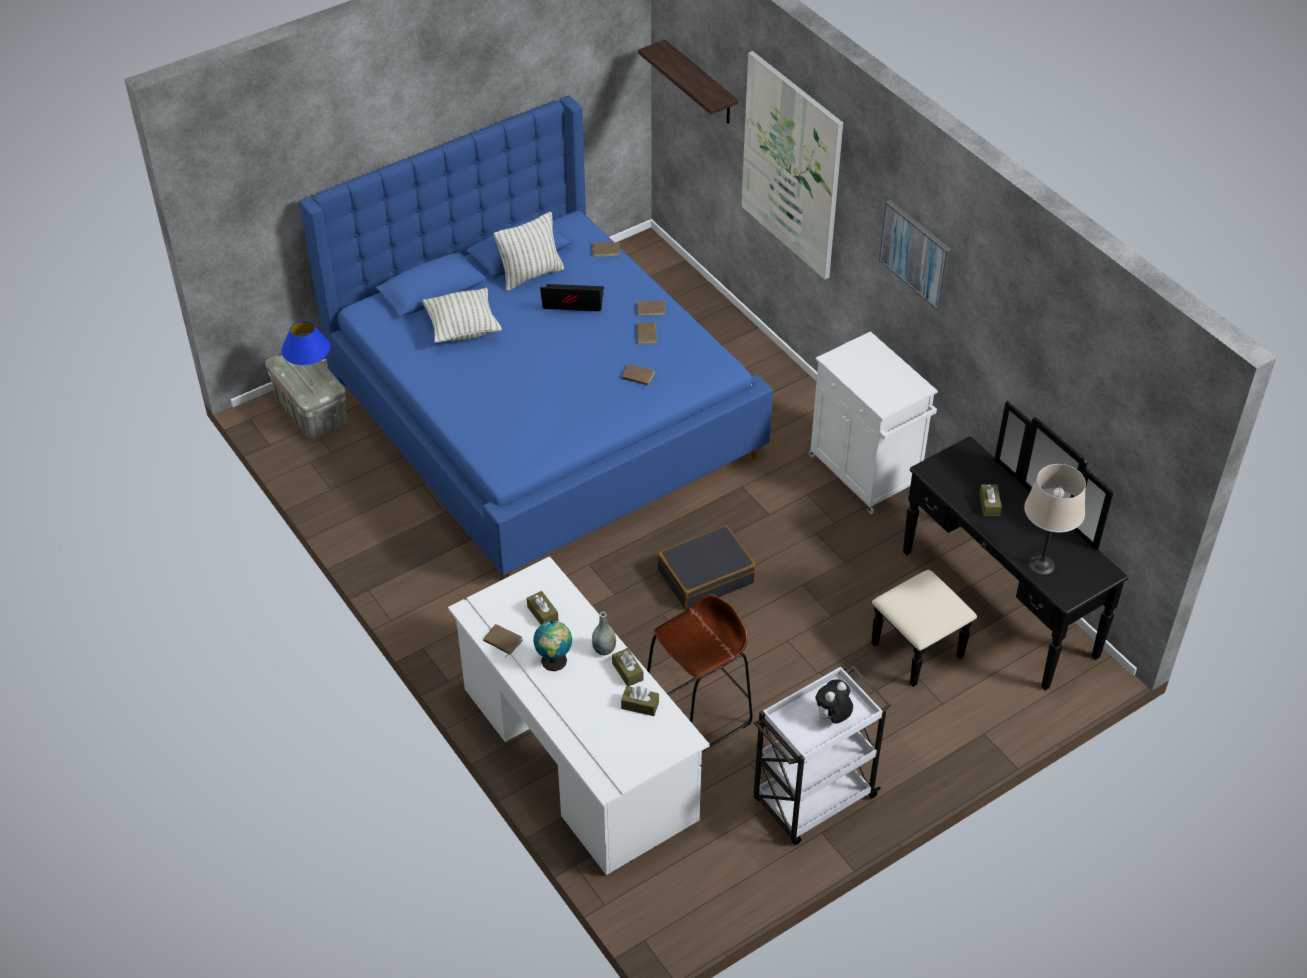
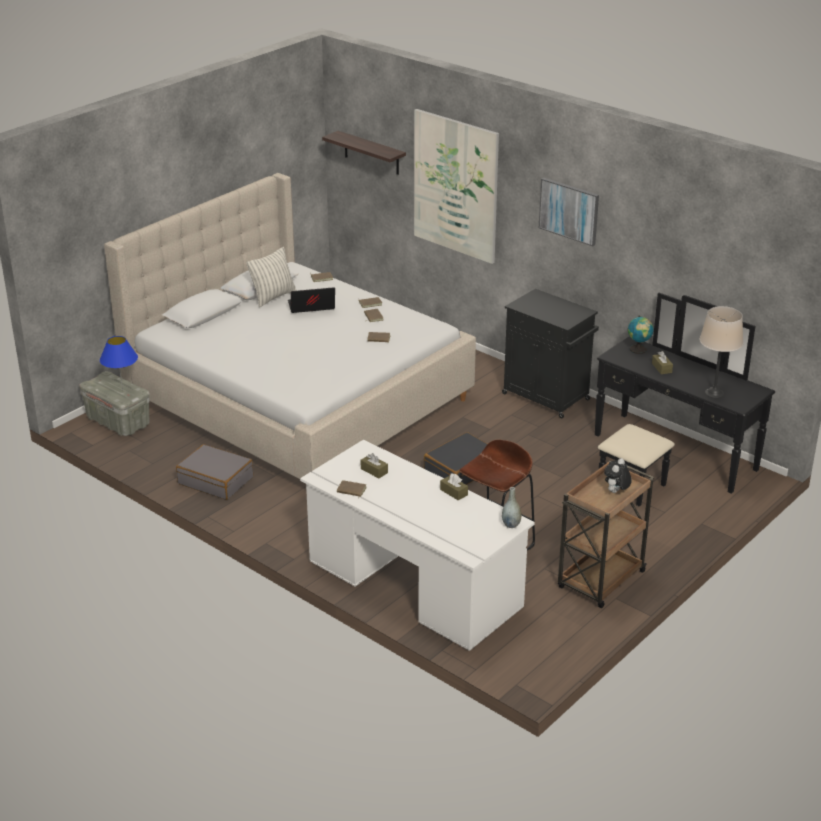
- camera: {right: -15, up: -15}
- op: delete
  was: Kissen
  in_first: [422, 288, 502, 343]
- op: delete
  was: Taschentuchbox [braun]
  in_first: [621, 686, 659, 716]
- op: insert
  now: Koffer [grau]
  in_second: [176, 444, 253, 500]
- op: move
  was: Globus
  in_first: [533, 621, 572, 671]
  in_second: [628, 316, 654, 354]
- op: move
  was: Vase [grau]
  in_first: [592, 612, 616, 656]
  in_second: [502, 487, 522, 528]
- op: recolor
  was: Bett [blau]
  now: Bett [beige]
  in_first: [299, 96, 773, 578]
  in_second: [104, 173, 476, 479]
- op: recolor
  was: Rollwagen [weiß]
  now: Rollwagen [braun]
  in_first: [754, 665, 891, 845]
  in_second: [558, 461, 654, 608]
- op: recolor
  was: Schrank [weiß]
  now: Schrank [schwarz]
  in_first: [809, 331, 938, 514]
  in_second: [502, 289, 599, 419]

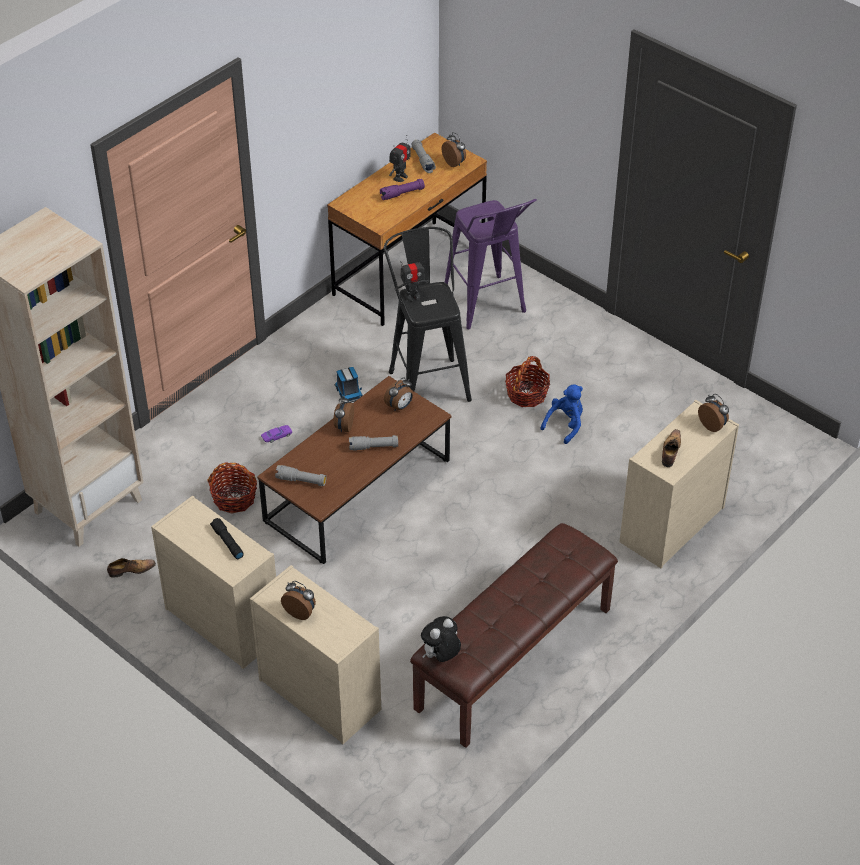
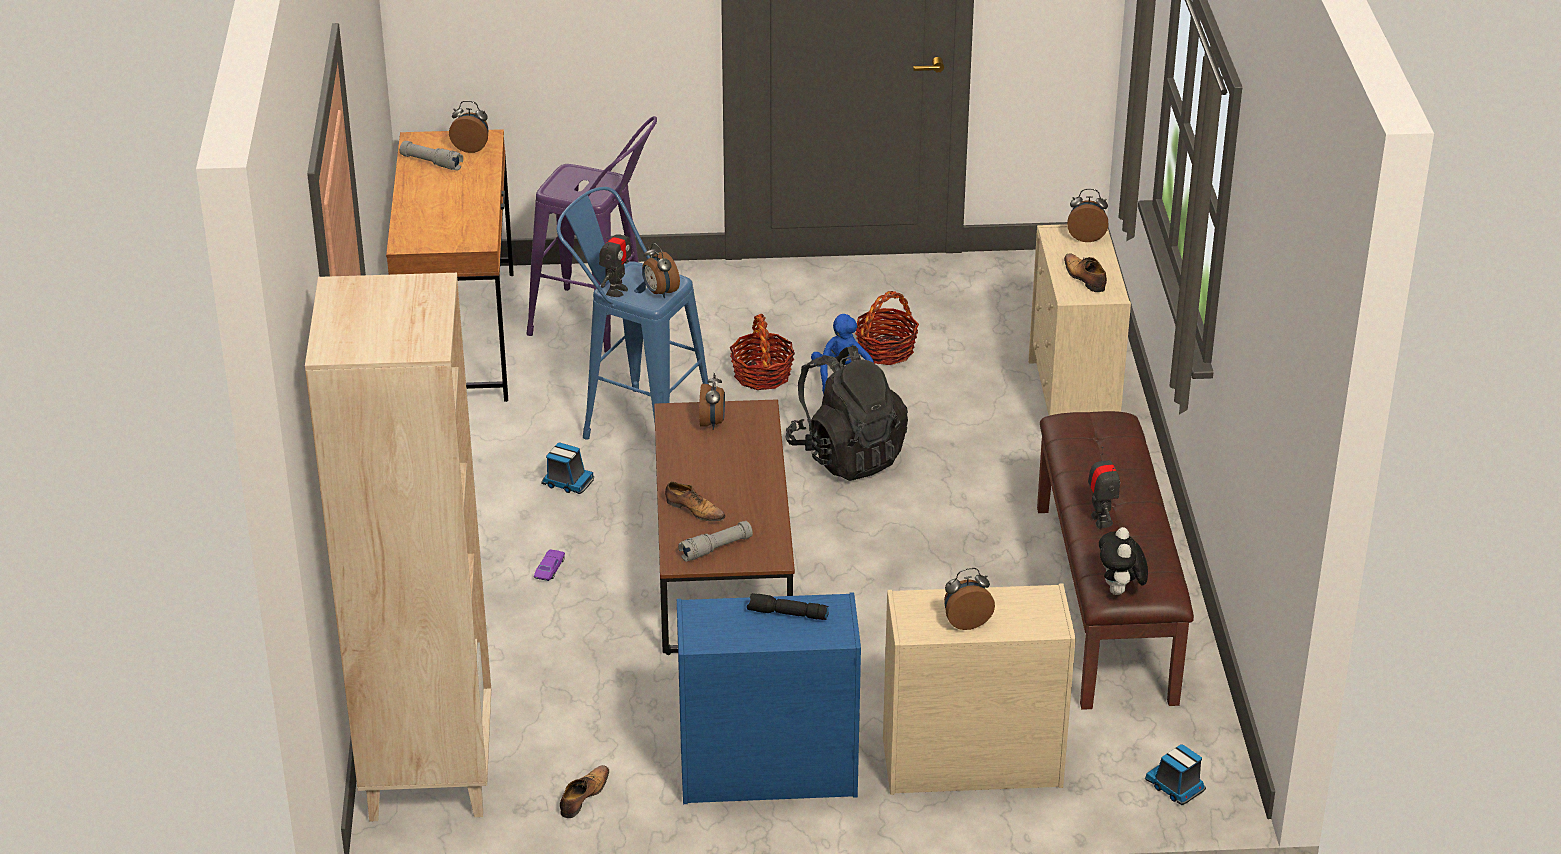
- camera: {right: -45, up: -10}
- op: delete
  was: Taschenlampe [grau]
  in_first: [349, 435, 398, 451]
- op: delete
  was: Taschenlampe [lila]
  in_first: [380, 179, 425, 200]
- op: insert
  now: Schuh
  in_second: [665, 482, 726, 521]
- op: insert
  now: Rucksack [schwarz]
  in_second: [785, 345, 908, 481]
- op: insert
  now: Spielzeuglaster
  in_second: [1145, 744, 1206, 805]
- op: move
  was: Korb
  in_first: [207, 462, 257, 514]
  in_second: [855, 291, 919, 365]
- op: move
  was: Wecker
  in_first: [333, 396, 354, 433]
  in_second: [642, 243, 680, 298]
- op: move
  was: Spielzeugroboter
  in_first: [389, 135, 411, 182]
  in_second: [1088, 446, 1120, 529]
- op: recolor
  was: Kommode [beige]
  now: Kommode [blau]
  in_first: [151, 495, 276, 669]
  in_second: [677, 592, 861, 804]
- op: recolor
  was: Hocker [schwarz]
  now: Hocker [blau]
  in_first: [384, 227, 472, 402]
  in_second: [557, 187, 709, 439]

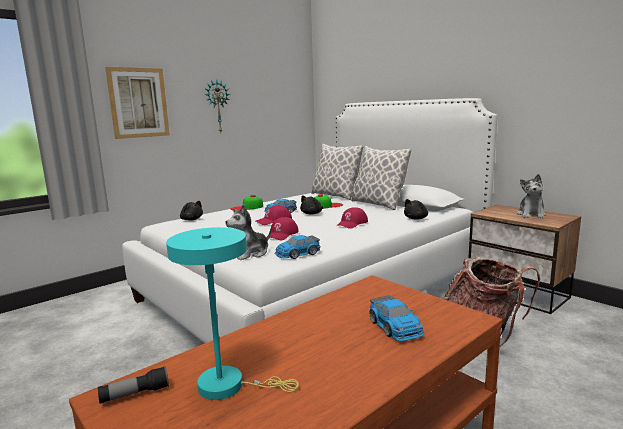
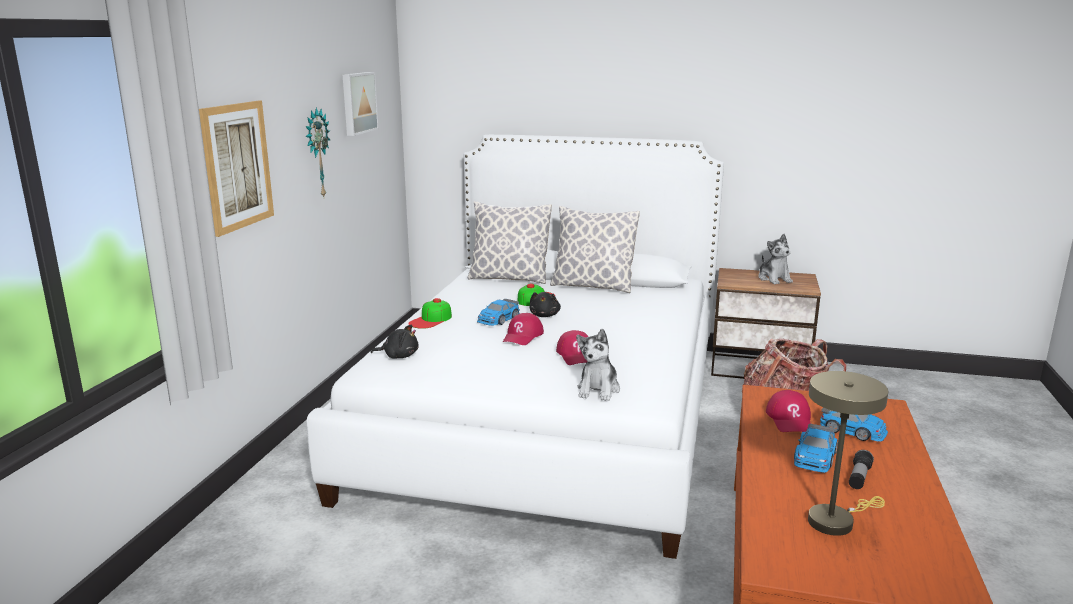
- camera: {right: -35, up: 5}
- op: delete
  was: Plüschtier [schwarz]
  in_first: [404, 199, 428, 220]
- op: insert
  now: Bild
  in_second: [343, 72, 379, 136]
- op: move
  was: Taschenlampe
  in_first: [98, 366, 169, 404]
  in_second: [849, 450, 874, 489]
- op: move
  was: Spielzeugauto
  in_first: [274, 235, 320, 259]
  in_second: [794, 424, 838, 473]
- op: move
  was: Kappe [rot]
  in_first: [336, 207, 368, 229]
  in_second: [766, 390, 811, 432]
- op: recolor
  was: Tischlampe [türkis]
  now: Tischlampe [beige]
  in_first: [166, 227, 299, 400]
  in_second: [808, 371, 888, 536]

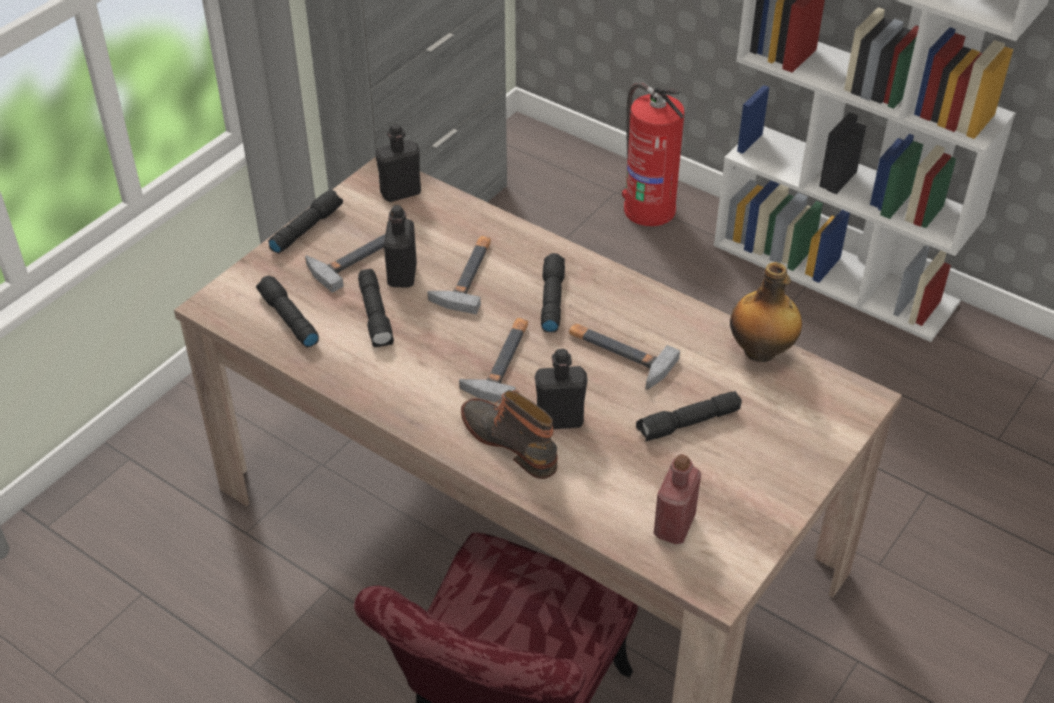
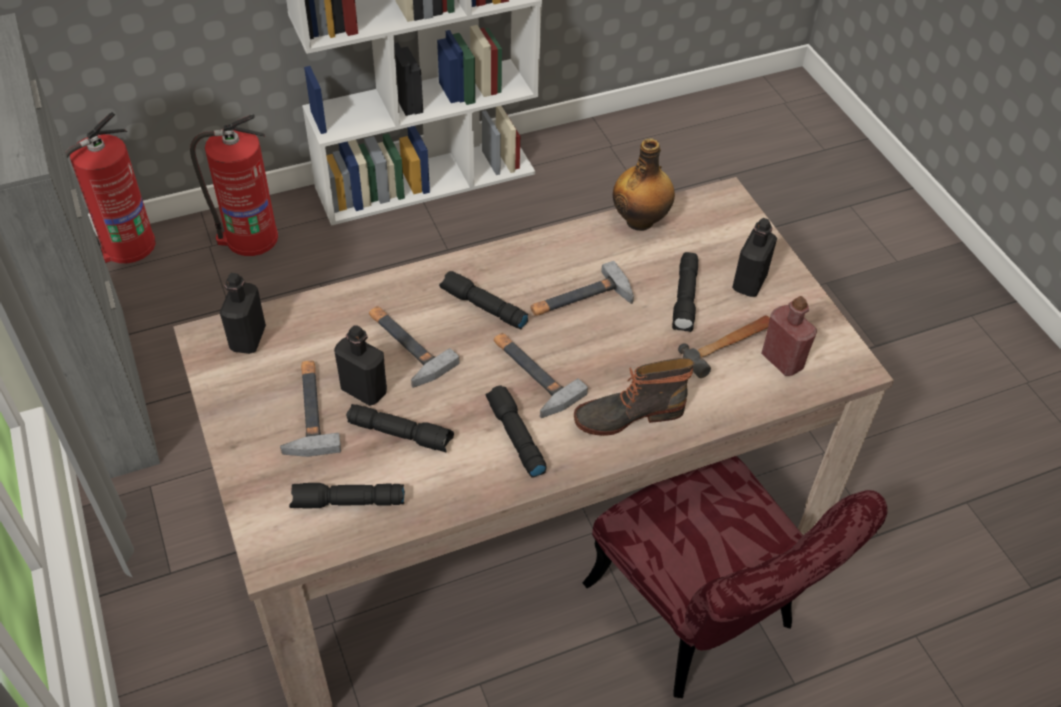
- camera: {right: -60, up: 5}
- op: insert
  now: Feuerlöscher
  in_second: [65, 112, 156, 263]
- op: insert
  now: Hammer
  in_second: [678, 315, 770, 378]
- op: move
  was: Taschenlampe [schwarz]
  in_first: [268, 190, 343, 254]
  in_second: [486, 385, 547, 478]
- op: move
  was: Flasche [schwarz]
  in_first: [535, 349, 588, 429]
  in_second: [732, 218, 777, 297]

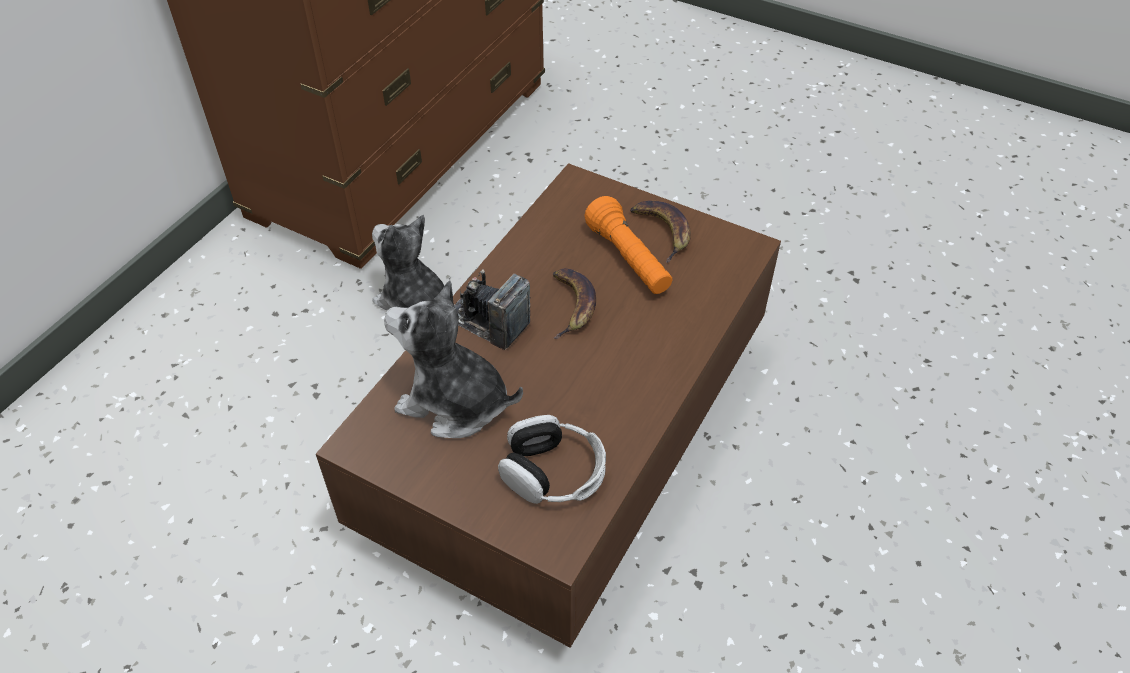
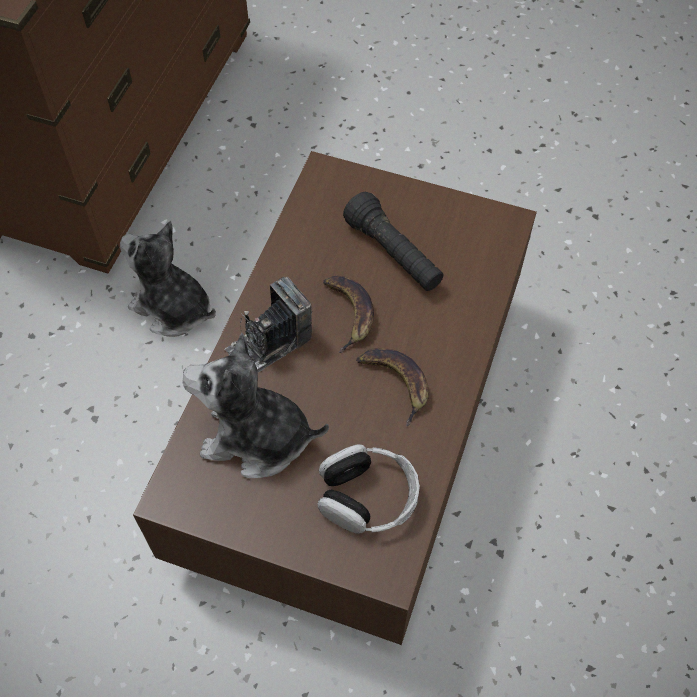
- camera: {right: -10, up: 10}
- op: move
  was: Banane
  in_first: [630, 201, 691, 263]
  in_second: [356, 348, 429, 426]
- op: recolor
  was: Taschenlampe [orange]
  now: Taschenlampe [schwarz]
  in_first: [584, 196, 672, 294]
  in_second: [343, 192, 443, 291]
- op: rotate
  was: Kamera
  in_first: [454, 267, 530, 350]
  in_second: [224, 277, 312, 373]
  clockwise: -60

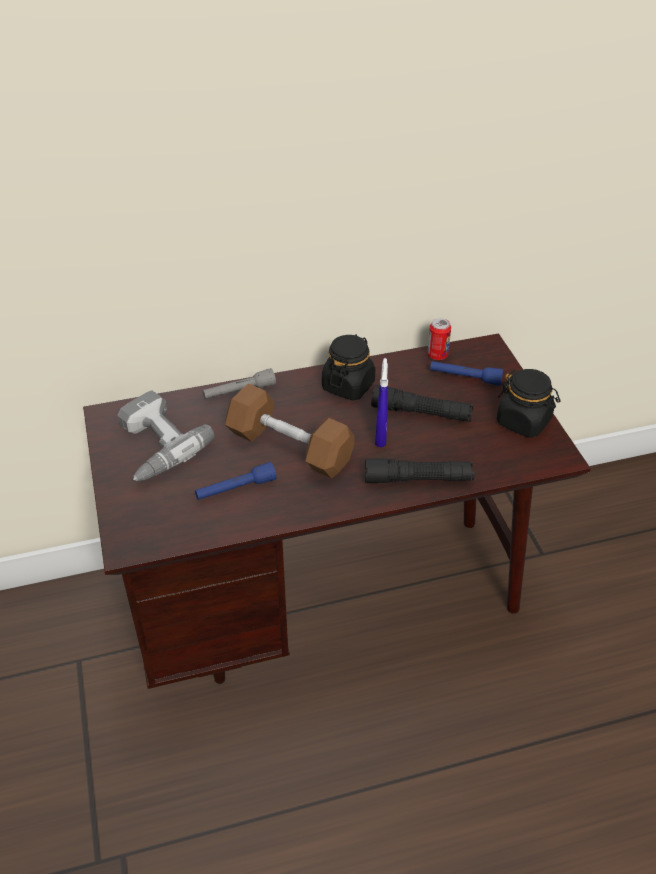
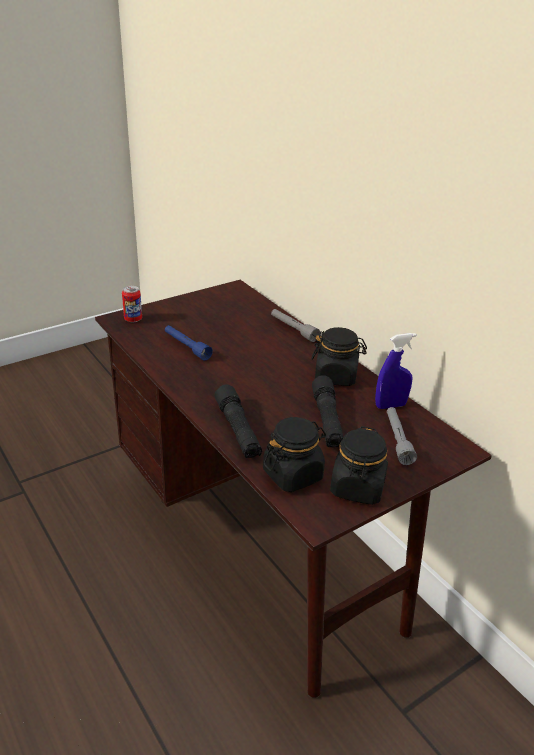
- camera: {right: 70, up: -10}
- op: delete
  was: Bohrmaschine
  in_first: [118, 391, 214, 481]
- op: delete
  was: Hantel [braun]
  in_first: [225, 383, 355, 478]
- op: insert
  now: Vorratsglas [schwarz]
  in_second: [263, 417, 326, 492]
- op: move
  was: Sprühflasche [blau]
  in_first: [375, 358, 388, 447]
  in_second: [375, 333, 416, 409]
- op: move
  was: Dose
  in_first: [427, 318, 451, 360]
  in_second: [122, 286, 142, 322]
- op: recolor
  was: Taschenlampe [blau]
  now: Taschenlampe [grau]
  in_first: [430, 361, 503, 386]
  in_second: [387, 407, 417, 465]

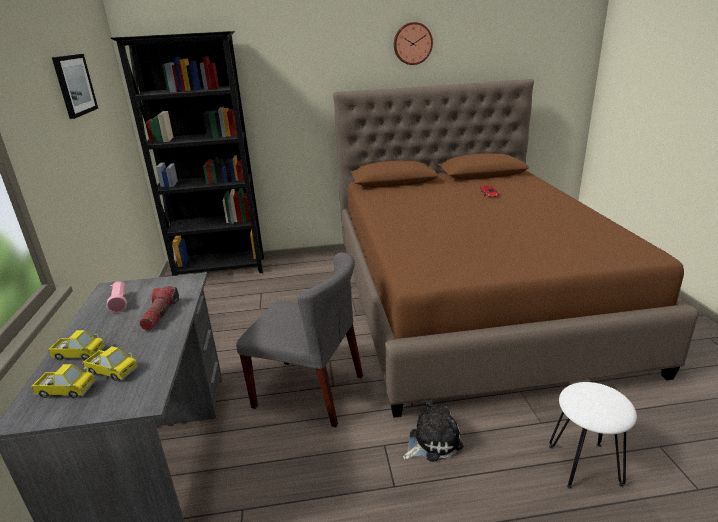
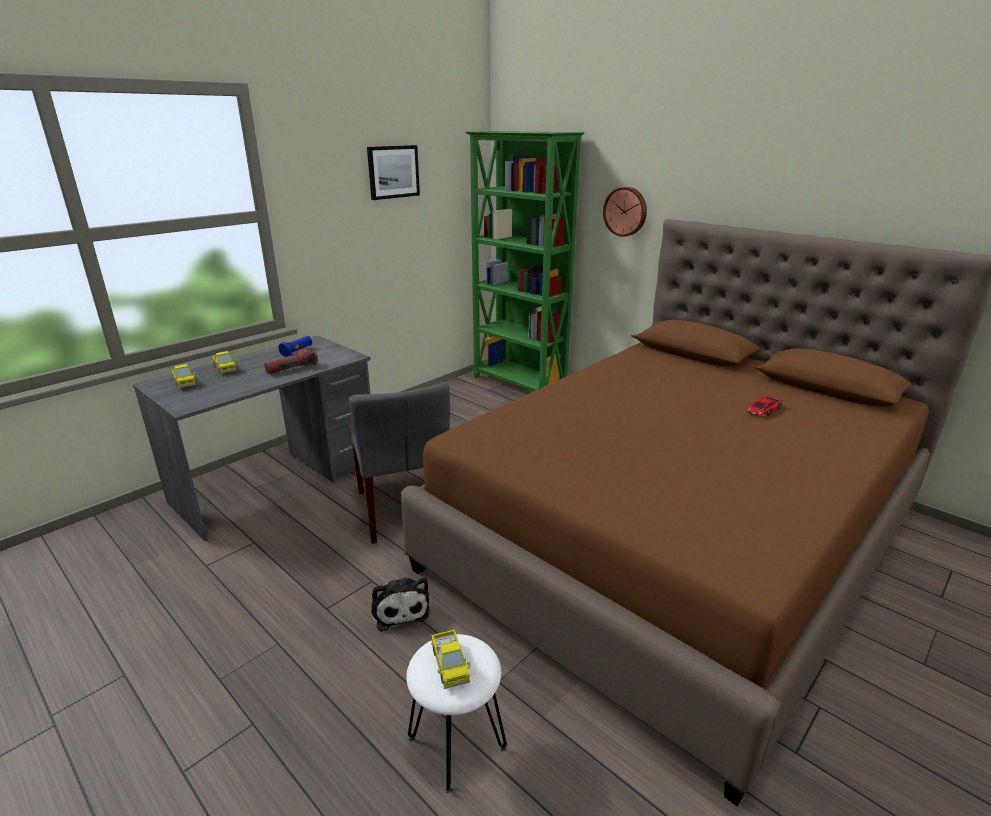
- camera: {right: 50, up: 0}
- op: move
  was: Spielzeuglaster
  in_first: [82, 346, 138, 381]
  in_second: [431, 630, 471, 689]
- op: move
  was: Wanduhr
  in_first: [394, 22, 433, 65]
  in_second: [603, 187, 647, 237]
- op: recolor
  was: Taschenlampe [rosa]
  now: Taschenlampe [blau]
  in_first: [107, 281, 127, 313]
  in_second: [278, 336, 312, 357]
- op: recolor
  was: Bücherregal [schwarz]
  now: Bücherregal [grün]
  in_first: [111, 31, 264, 276]
  in_second: [465, 131, 584, 391]
- op: rotate
  was: Plüschtier
  in_first: [403, 399, 463, 462]
  in_second: [371, 578, 430, 632]
  clockwise: 45

